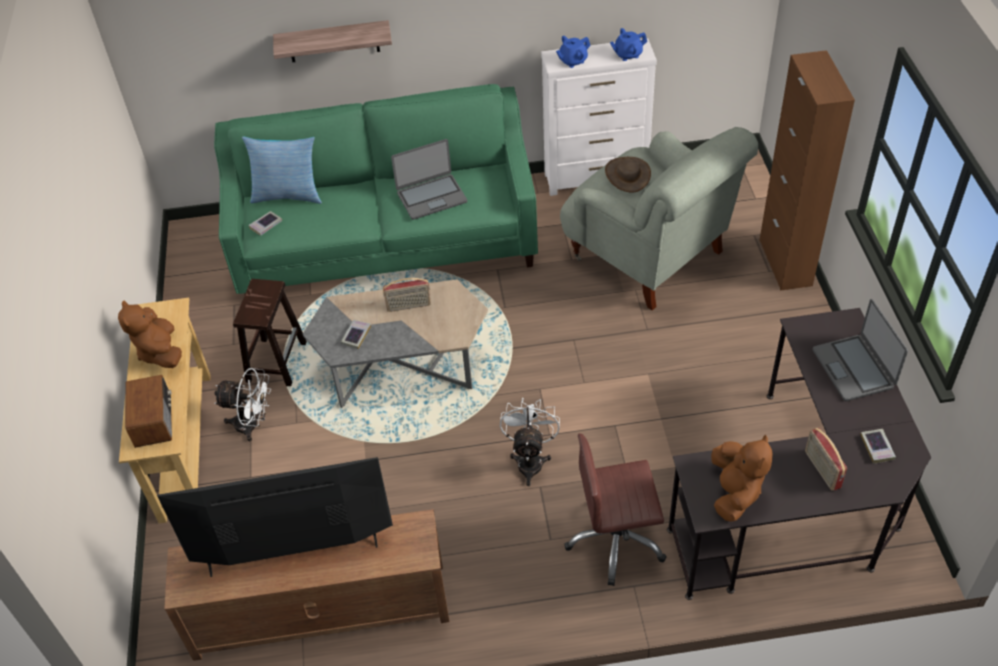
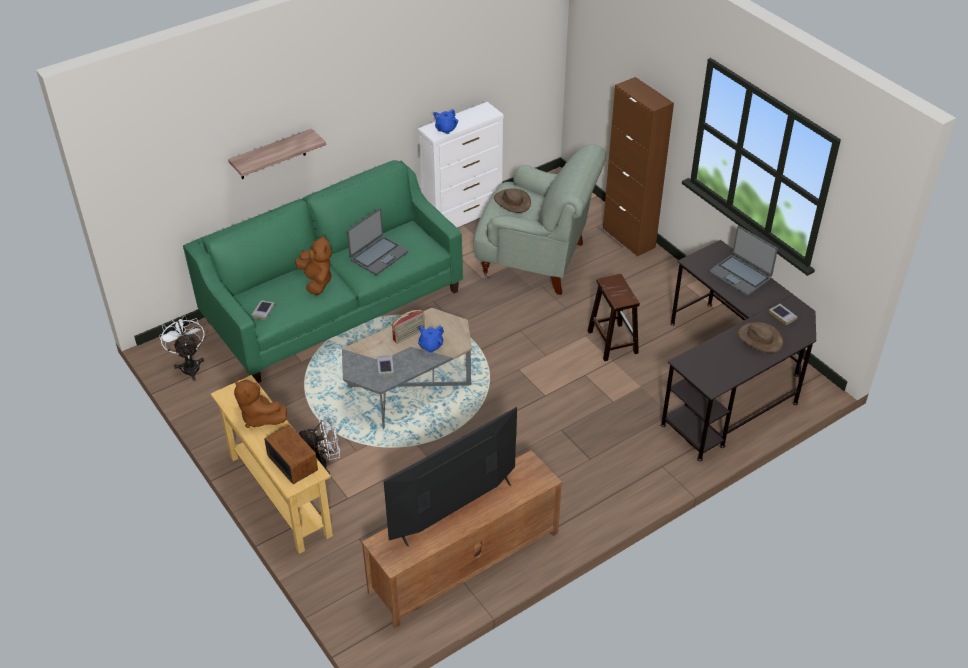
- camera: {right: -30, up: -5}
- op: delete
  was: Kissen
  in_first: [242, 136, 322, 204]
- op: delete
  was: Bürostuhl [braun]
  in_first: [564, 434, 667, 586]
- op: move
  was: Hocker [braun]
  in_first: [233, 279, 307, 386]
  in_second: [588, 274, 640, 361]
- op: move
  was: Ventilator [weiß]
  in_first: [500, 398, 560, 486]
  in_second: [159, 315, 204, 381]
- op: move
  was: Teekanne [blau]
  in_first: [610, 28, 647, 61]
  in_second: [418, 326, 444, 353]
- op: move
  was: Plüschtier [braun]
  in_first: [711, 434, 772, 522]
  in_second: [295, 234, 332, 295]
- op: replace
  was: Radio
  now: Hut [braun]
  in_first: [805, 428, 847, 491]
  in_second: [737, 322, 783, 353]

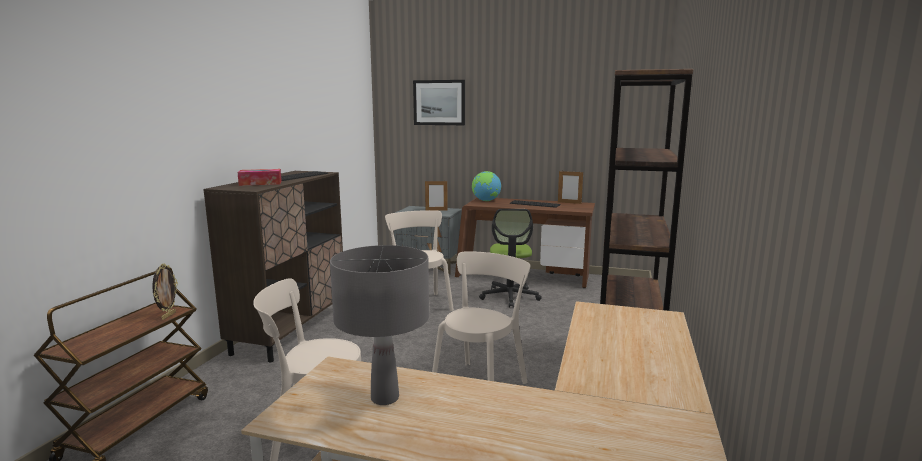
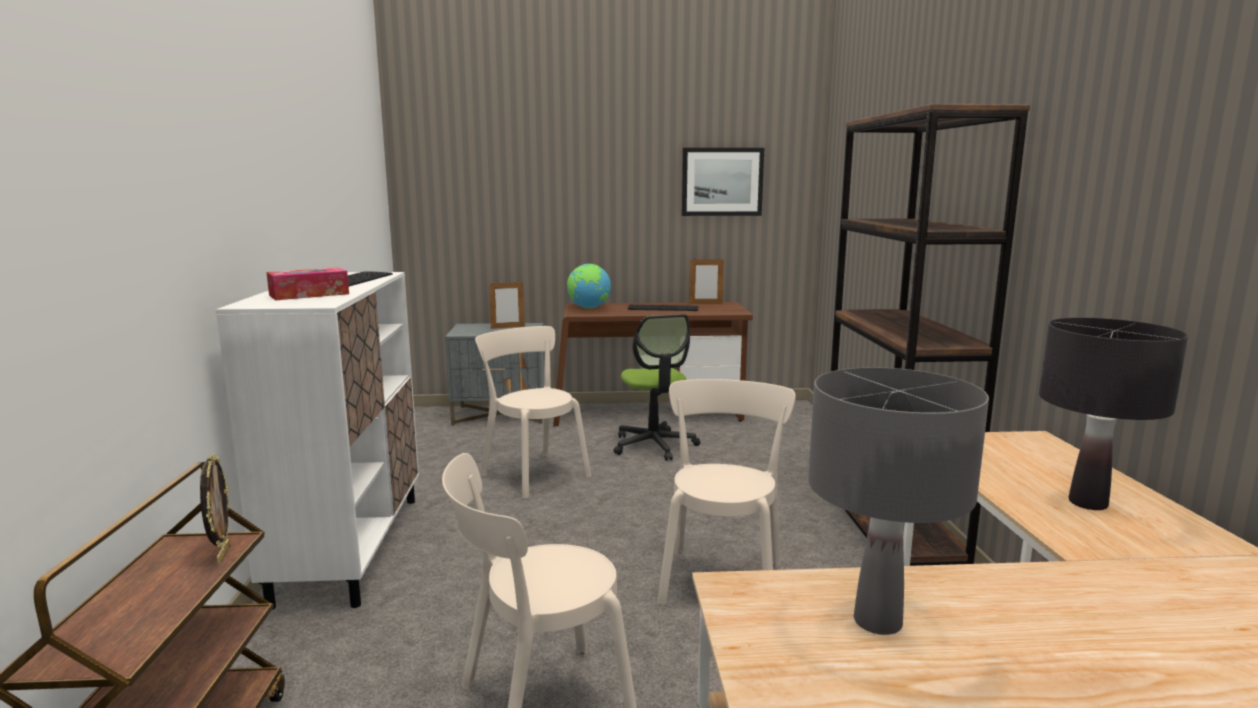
- camera: {right: -20, up: 0}
- op: insert
  now: Tischlampe [schwarz]
  in_second: [1039, 318, 1188, 510]
- op: move
  was: Bild
  in_first: [413, 80, 465, 125]
  in_second: [682, 148, 764, 216]
- op: recolor
  was: Schrank [braun]
  now: Schrank [weiß]
  in_first: [203, 171, 343, 362]
  in_second: [216, 272, 419, 610]

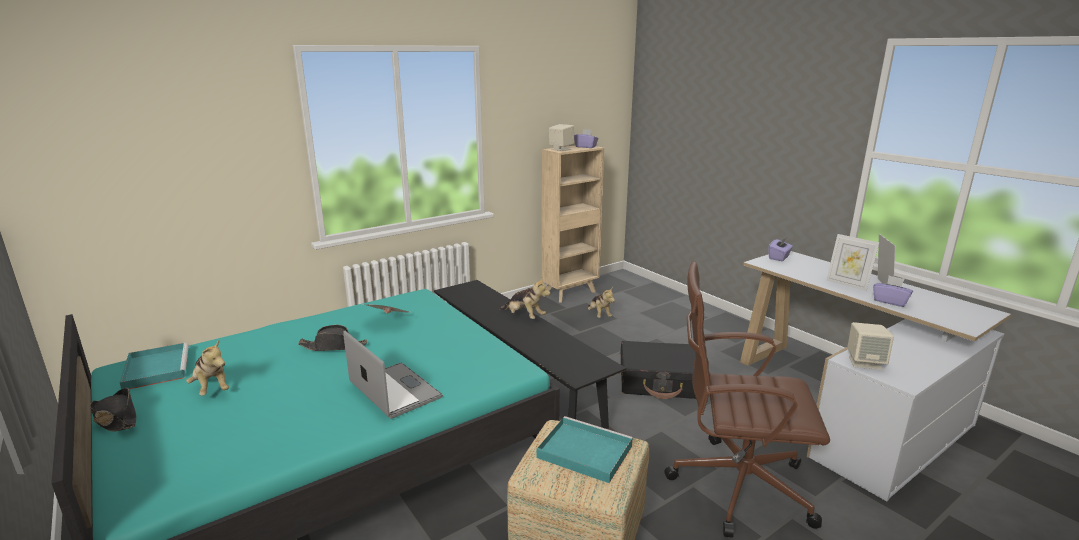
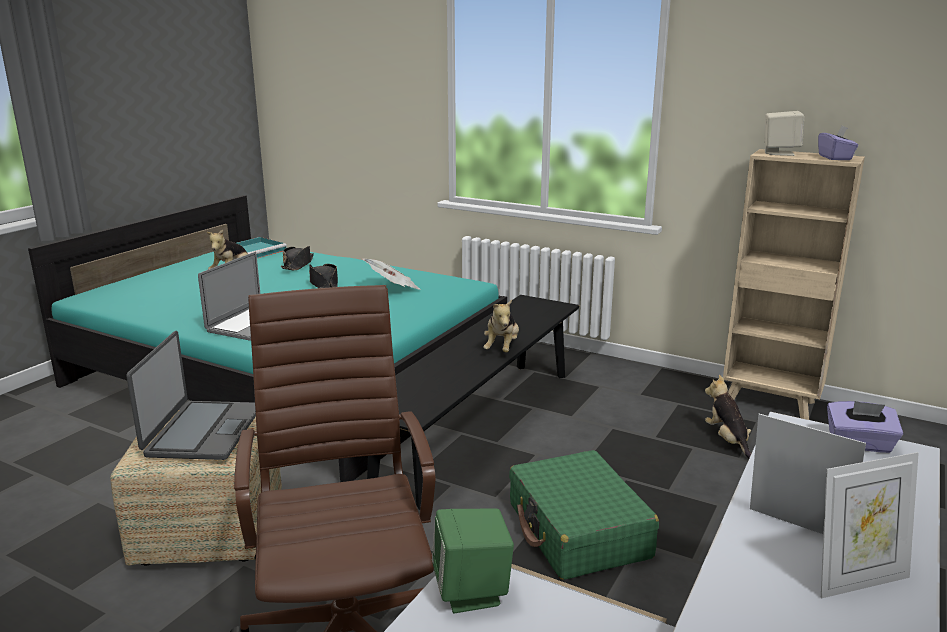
- camera: {right: 65, up: 0}
- op: delete
  was: Taschentuchbox [lila]
  in_first: [873, 276, 913, 307]
- op: move
  was: Hut [schwarz]
  in_first: [90, 388, 136, 432]
  in_second: [280, 246, 314, 270]
- op: replace
  was: Tablett [türkis]
  now: Laptop
  in_first: [536, 416, 633, 483]
  in_second: [126, 331, 256, 460]
- op: recolor
  was: Koffer [schwarz]
  now: Koffer [grün]
  in_first: [621, 341, 696, 399]
  in_second: [509, 450, 659, 580]
- op: recolor
  was: Lautsprecher [beige]
  now: Lautsprecher [grün]
  in_first: [847, 322, 894, 370]
  in_second: [432, 509, 514, 613]
- op: rotate
  was: Plüschtier
  in_first: [588, 287, 615, 318]
  in_second: [705, 375, 751, 459]
  clockwise: 120
- op: rotate
  was: Bilderrahmen
  in_first: [826, 234, 879, 291]
  in_second: [750, 414, 866, 534]
  clockwise: 105

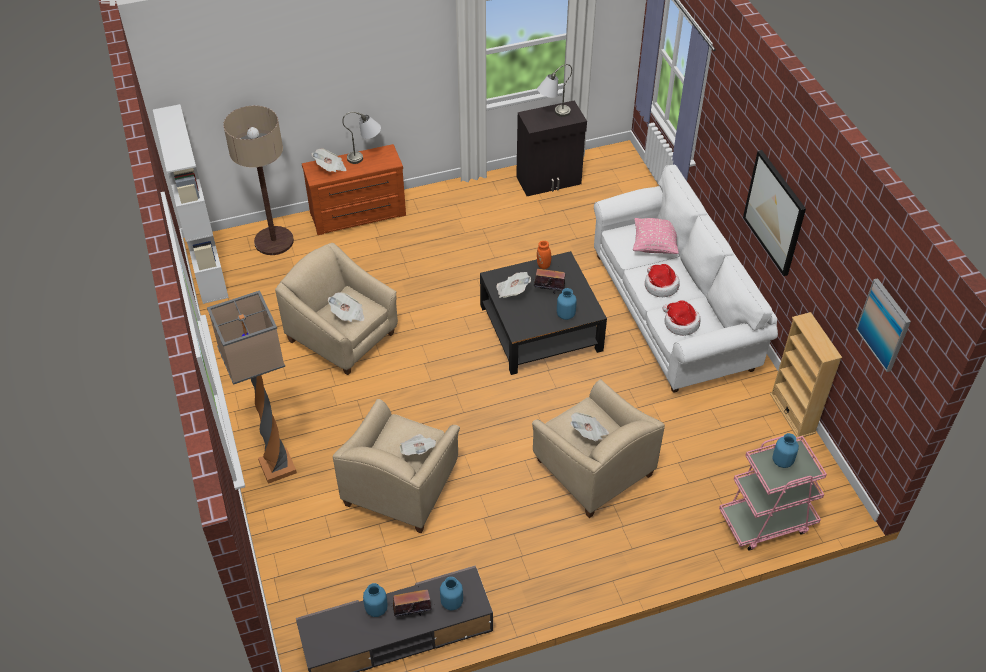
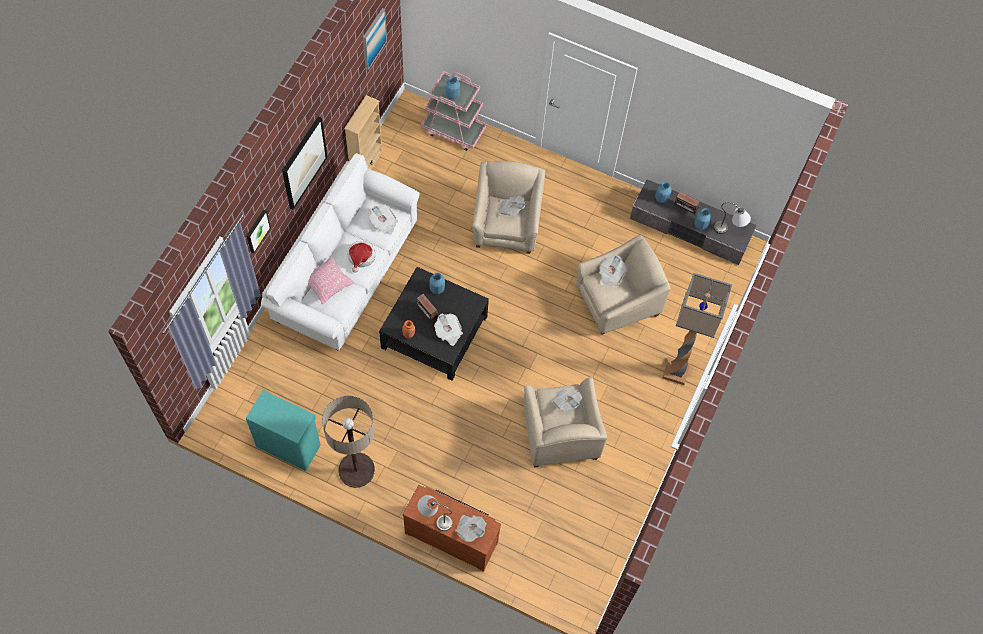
- camera: {right: -140, up: 15}
- op: delete
  was: Bücherregal [weiß]
  in_first: [153, 104, 229, 304]
- op: insert
  now: Bild
  in_second: [246, 209, 271, 253]
- op: move
  was: Stehlampe
  in_first: [223, 106, 294, 255]
  in_second: [322, 396, 375, 488]
- op: move
  was: Tischlampe [grau]
  in_first: [537, 64, 572, 117]
  in_second: [714, 202, 751, 234]
- op: replace
  was: Hut
  now: Zeitung
  in_first: [663, 300, 701, 336]
  in_second: [370, 205, 398, 234]
- op: recolor
  was: Schrank [schwarz]
  now: Schrank [türkis]
  in_first: [516, 100, 587, 196]
  in_second: [246, 390, 321, 471]

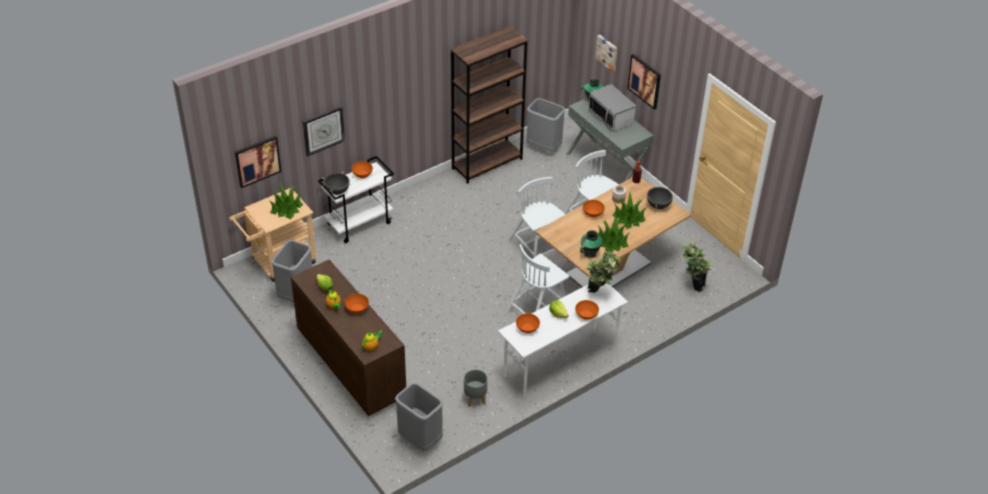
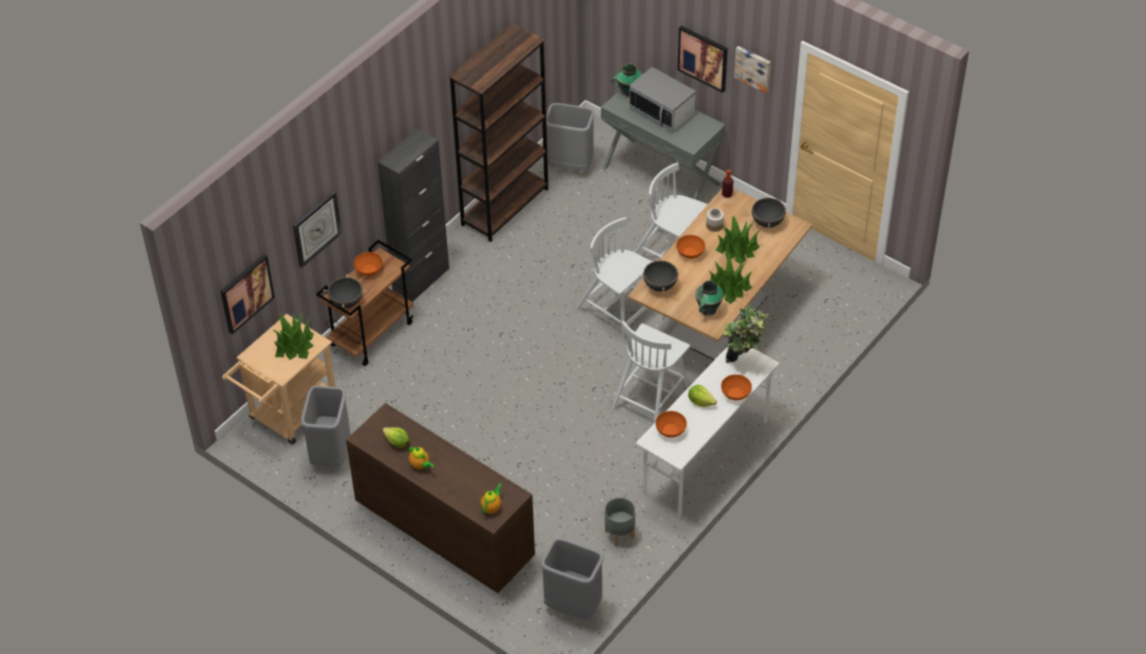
- camera: {right: -15, up: 5}
- op: delete
  was: Schüssel [orange]
  in_first: [345, 294, 369, 314]
- op: delete
  was: Topfpflanze
  in_first: [682, 240, 712, 292]
- op: insert
  now: Schrank [schwarz]
  in_second: [378, 128, 449, 302]
- op: insert
  now: Kochtopf [schwarz]
  in_second: [639, 258, 682, 292]
- op: move
  was: Bild
  in_first: [595, 35, 617, 72]
  in_second: [734, 46, 771, 93]
- op: recolor
  was: Rollwagen [weiß]
  now: Rollwagen [braun]
  in_first: [318, 156, 394, 243]
  in_second: [316, 240, 414, 366]

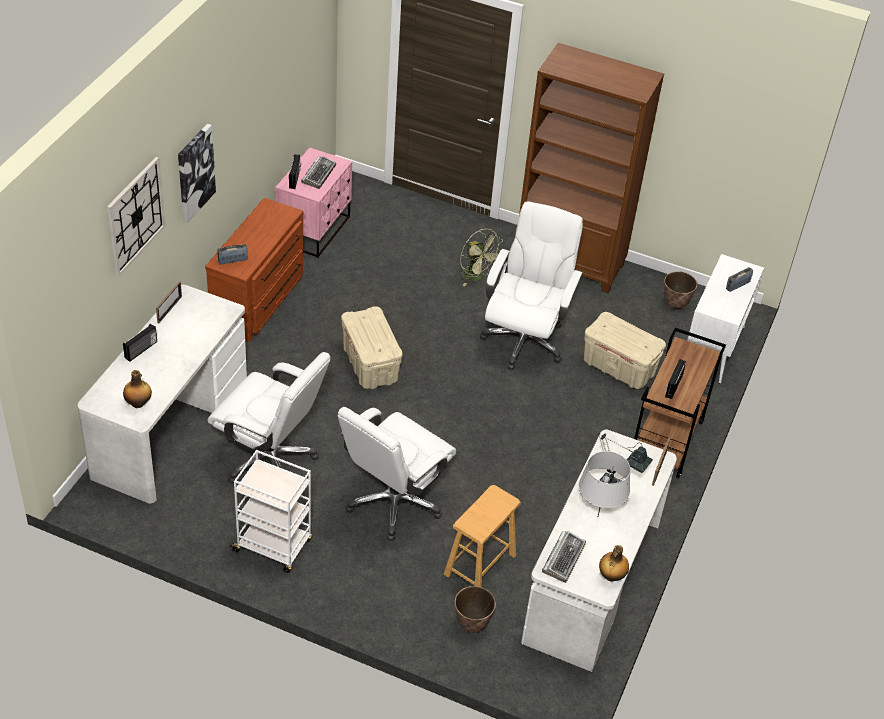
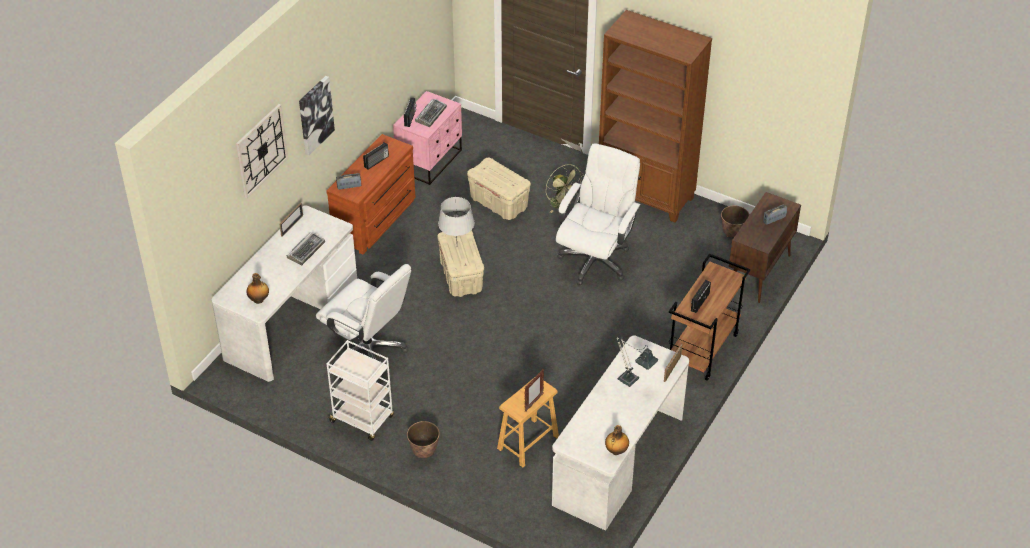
- camera: {right: 10, up: 0}
- op: delete
  was: Bürostuhl [weiß]
  in_first: [338, 407, 456, 541]
- op: insert
  now: Bilderrahmen
  in_second: [524, 369, 544, 412]
- op: move
  was: Radio
  in_first: [123, 324, 157, 362]
  in_second: [363, 142, 389, 170]
- op: move
  was: Pflanzkübel
  in_first: [454, 586, 496, 633]
  in_second: [407, 421, 440, 458]
- op: move
  was: Tastatur
  in_first: [542, 531, 586, 583]
  in_second: [287, 232, 325, 265]
- op: move
  was: Tischlampe [grau]
  in_first: [579, 451, 630, 516]
  in_second: [438, 197, 474, 238]
- op: move
  was: Aufbewahrungsbox [beige]
  in_first: [584, 312, 666, 389]
  in_second: [467, 158, 531, 220]
- op: recolor
  was: Schrank [weiß]
  now: Schrank [braun]
  in_first: [687, 254, 764, 383]
  in_second: [729, 192, 801, 303]

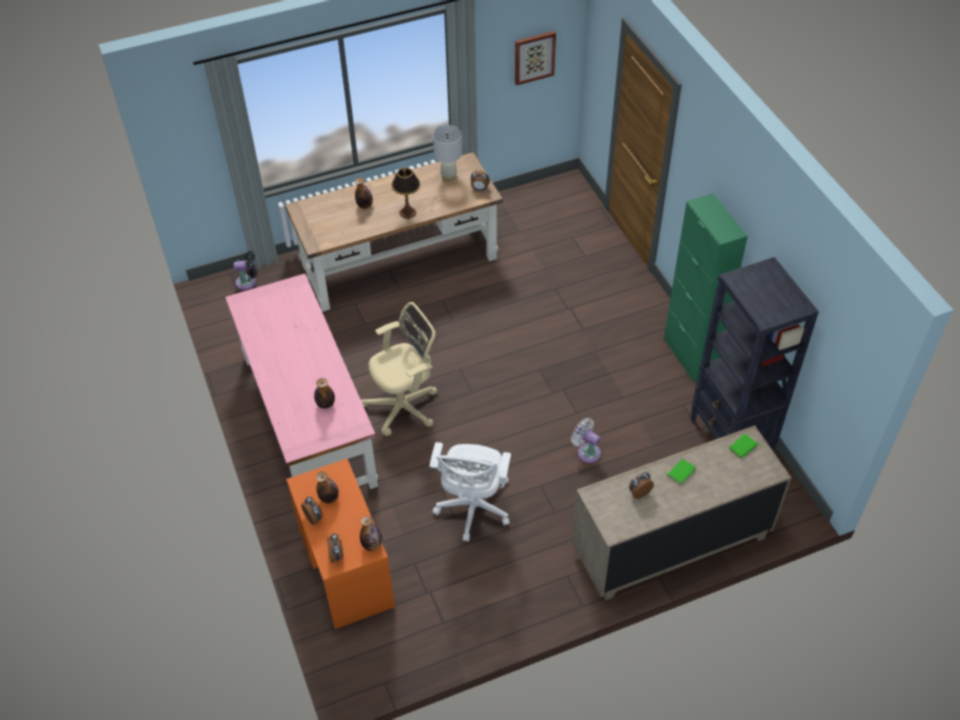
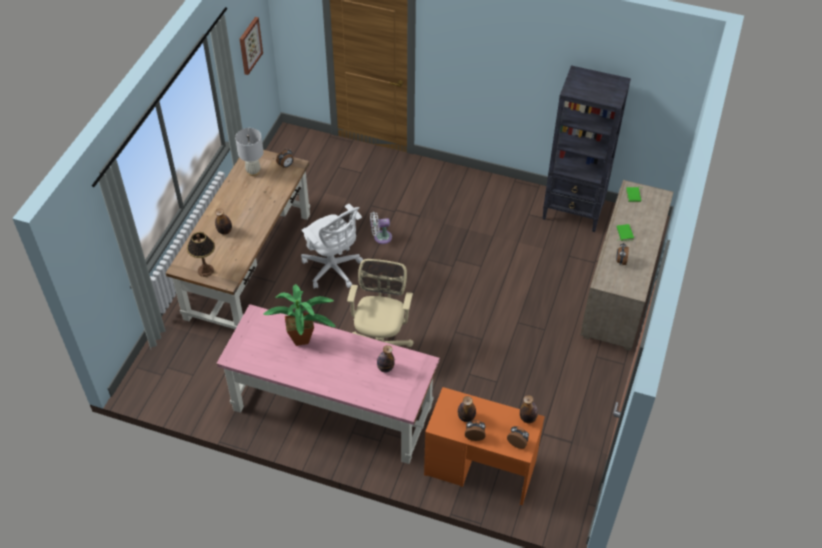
- camera: {right: -50, up: 0}
- op: delete
  was: Ventilator [schwarz]
  in_first: [233, 251, 257, 290]
- op: delete
  was: Schrank [grün]
  in_first: [664, 193, 748, 381]
- op: insert
  now: Topfpflanze
  in_second: [263, 284, 336, 346]
- op: move
  was: Tischlampe
  in_first: [391, 168, 421, 219]
  in_second: [187, 232, 215, 277]
- op: move
  was: Bürostuhl [weiß]
  in_first: [430, 442, 511, 542]
  in_second: [301, 204, 363, 289]
- op: move
  was: Ventilator [weiß]
  in_first: [571, 418, 601, 463]
  in_second: [370, 212, 392, 244]

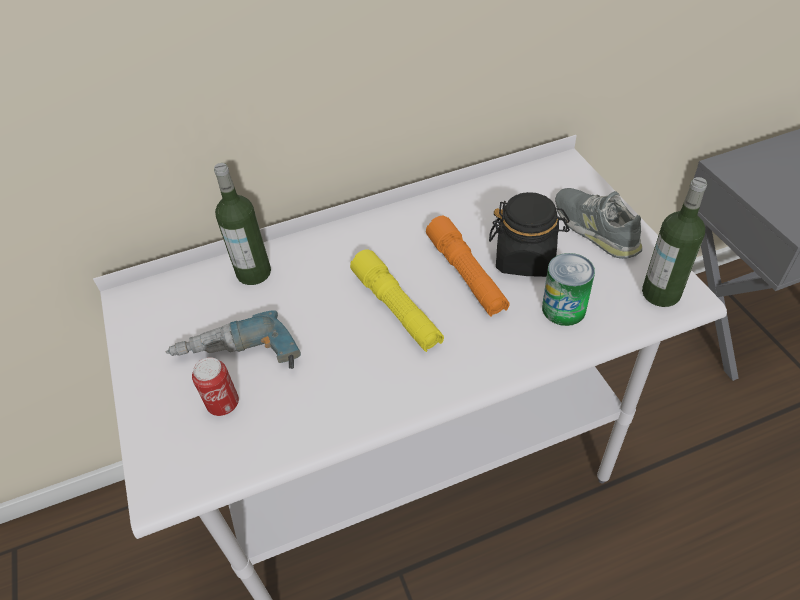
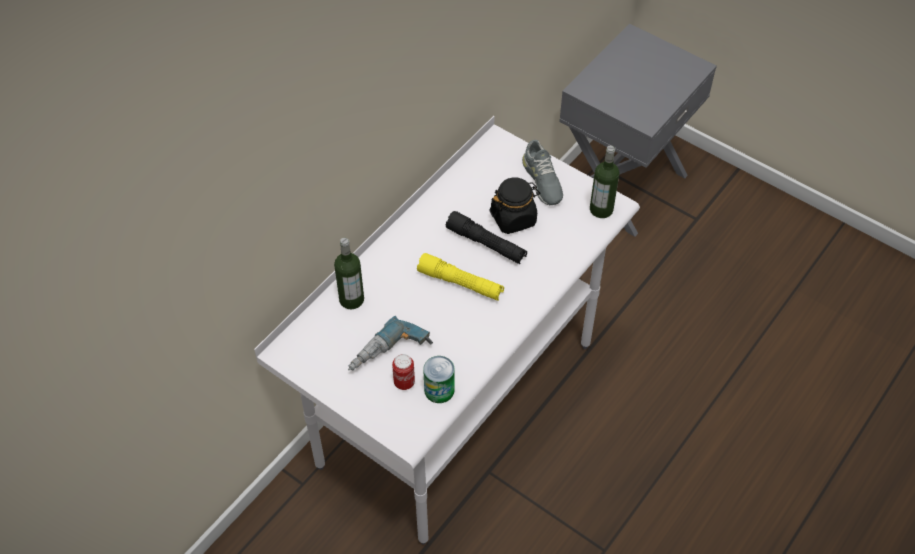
- camera: {right: -35, up: 5}
- op: move
  was: Dose
  in_first: [542, 253, 595, 326]
  in_second: [423, 356, 455, 403]
- op: recolor
  was: Taschenlampe [orange]
  now: Taschenlampe [schwarz]
  in_first: [426, 216, 510, 317]
  in_second: [446, 211, 527, 264]
- op: rotate
  was: Schuh [grau]
  in_first: [555, 188, 642, 259]
  in_second: [522, 140, 563, 205]
  clockwise: -135

